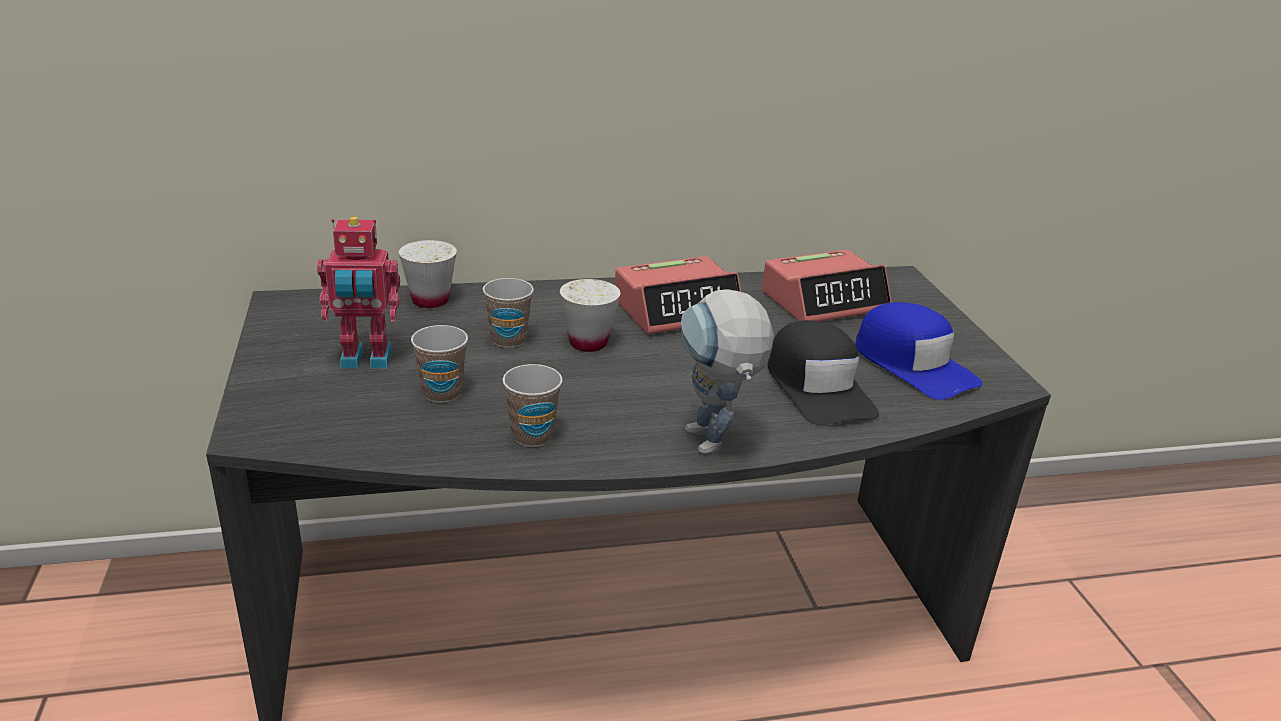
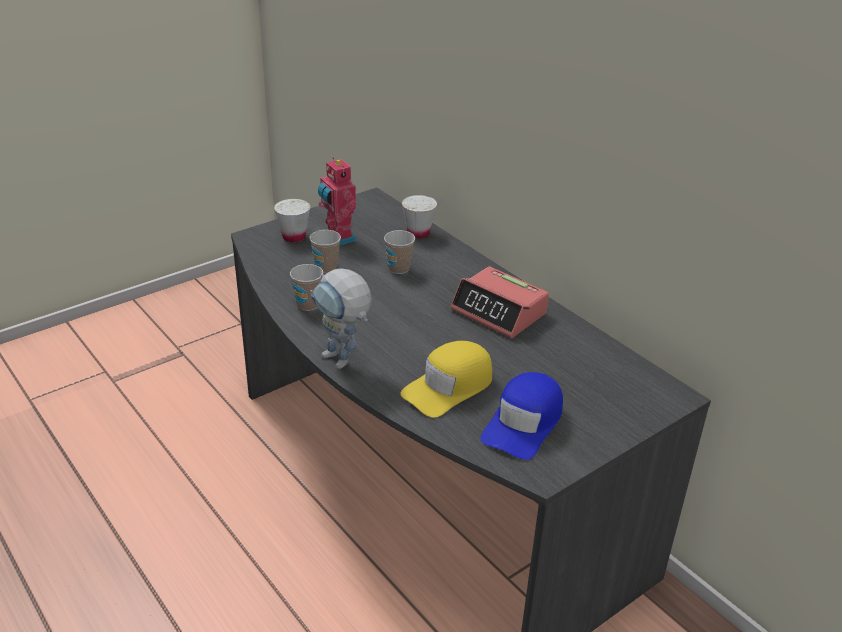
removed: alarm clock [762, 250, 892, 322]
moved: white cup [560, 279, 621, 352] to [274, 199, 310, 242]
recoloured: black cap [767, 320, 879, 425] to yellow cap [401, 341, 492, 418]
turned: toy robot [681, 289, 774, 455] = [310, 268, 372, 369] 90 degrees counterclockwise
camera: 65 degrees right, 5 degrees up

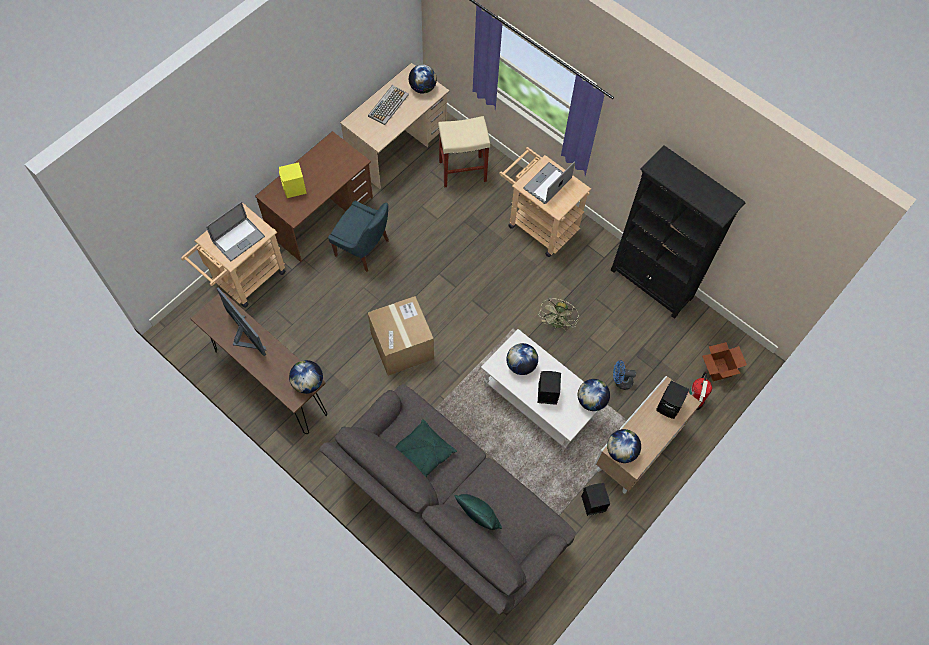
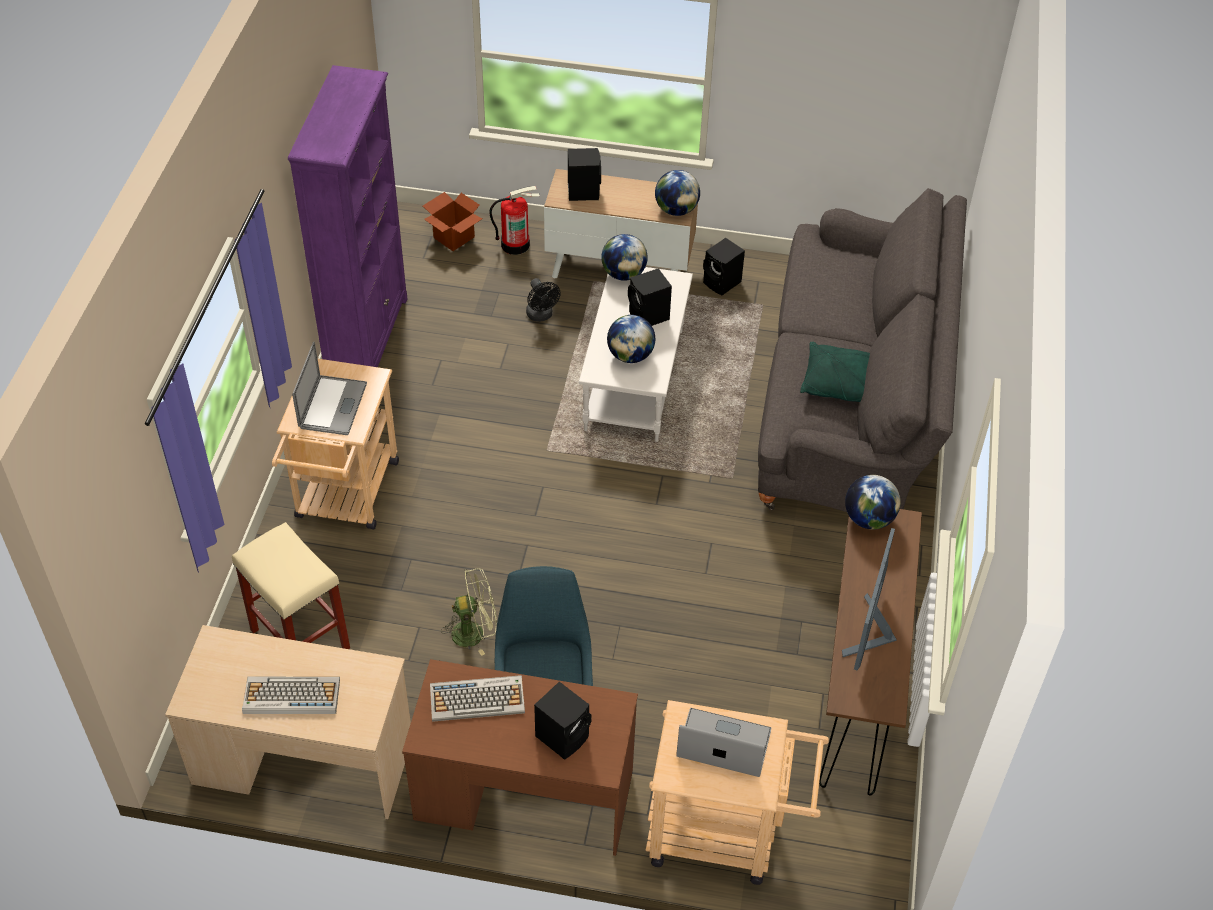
removed: globe [408, 64, 437, 93]; cardboard box [368, 296, 434, 376]; green pillow [454, 494, 502, 530]
added: keyboard [430, 675, 525, 722]
moved: green fan [539, 299, 579, 330] to [441, 568, 497, 656]
recoloured: black bookcase [611, 145, 746, 319] to purple bookcase [288, 65, 407, 367]; yellow speaker [279, 162, 307, 198] to black speaker [534, 682, 592, 760]; blue fan [613, 360, 636, 390] to black fan [526, 278, 561, 322]
turned: laptop [523, 161, 575, 204] = [292, 342, 367, 435] 90 degrees counterclockwise
camera: 120 degrees left, 15 degrees down

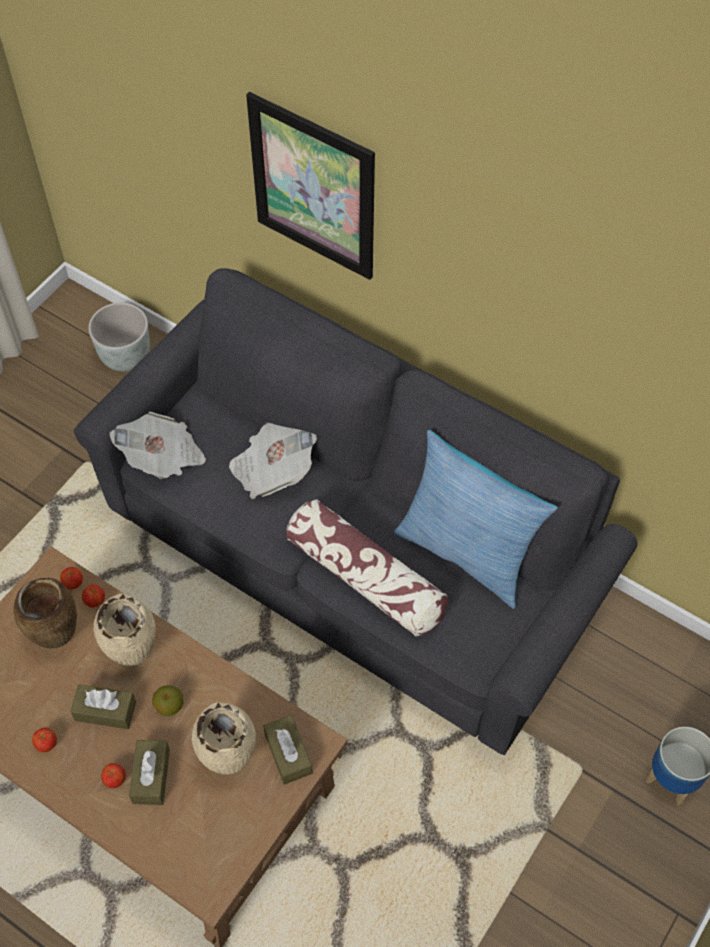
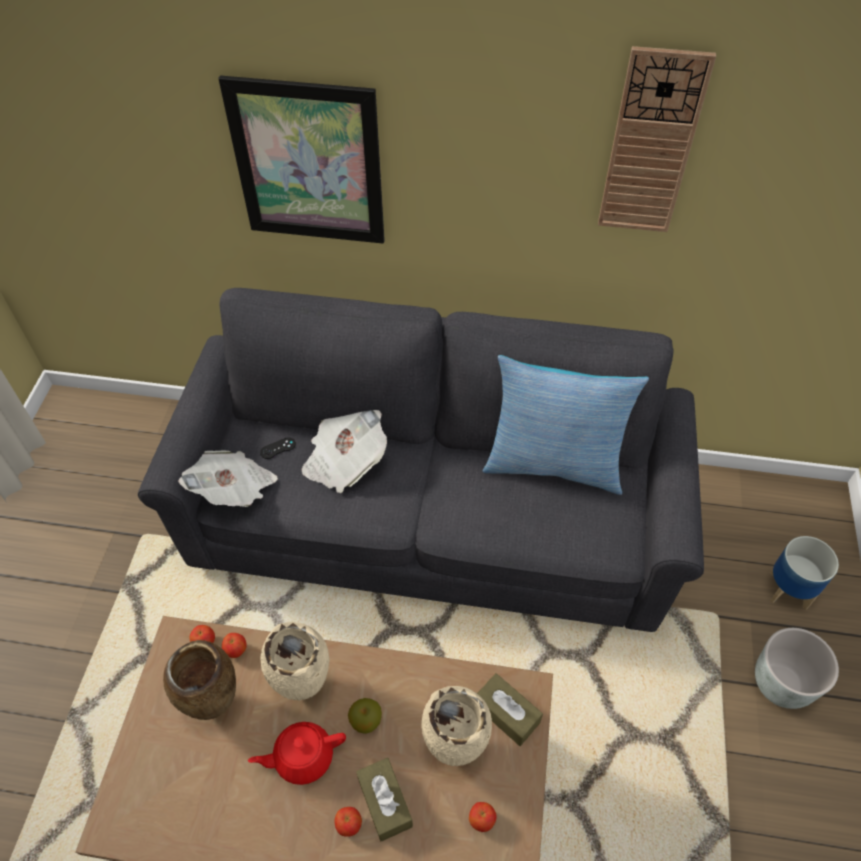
removed: pillow [286, 500, 448, 637]
added: wall clock [598, 46, 716, 232]; black game controller [260, 437, 296, 459]
moved: grey planter [88, 302, 150, 371] to [755, 628, 839, 709]; apple [32, 728, 57, 752] to [469, 802, 496, 832]
replaced: brown tissue box [70, 684, 136, 729] to red teapot [248, 722, 346, 785]
camera: 25 degrees left, 5 degrees down

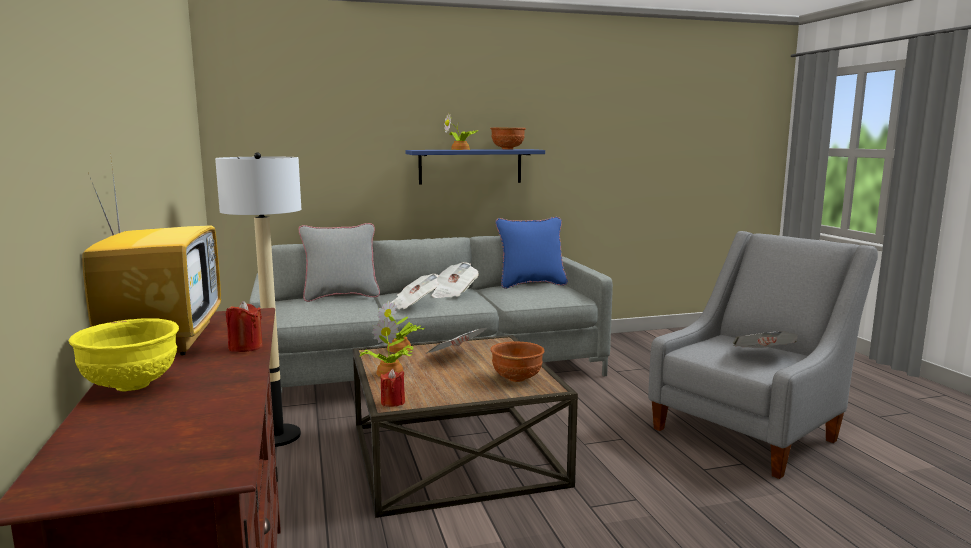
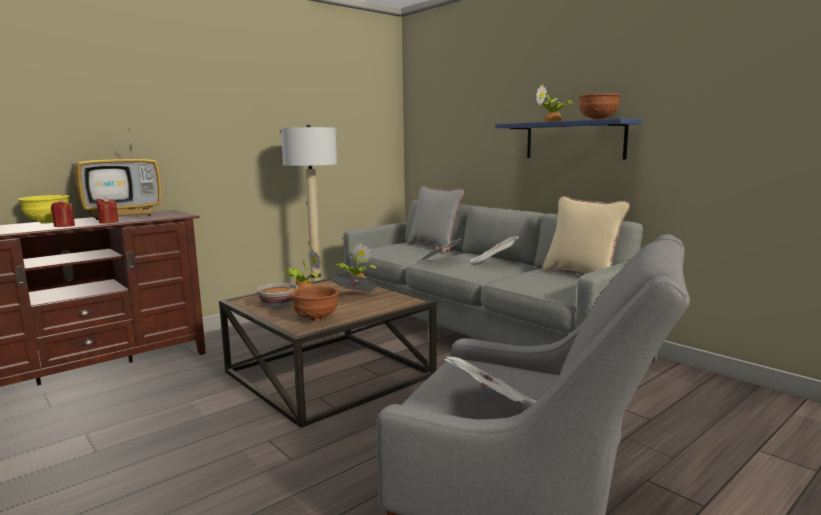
added: bowl [257, 283, 298, 307]
moved: red candle [380, 369, 405, 407] to [51, 199, 75, 227]
recoloured: blue pillow [496, 217, 568, 289] to beige pillow [542, 196, 630, 274]
camera: 65 degrees right, 0 degrees up

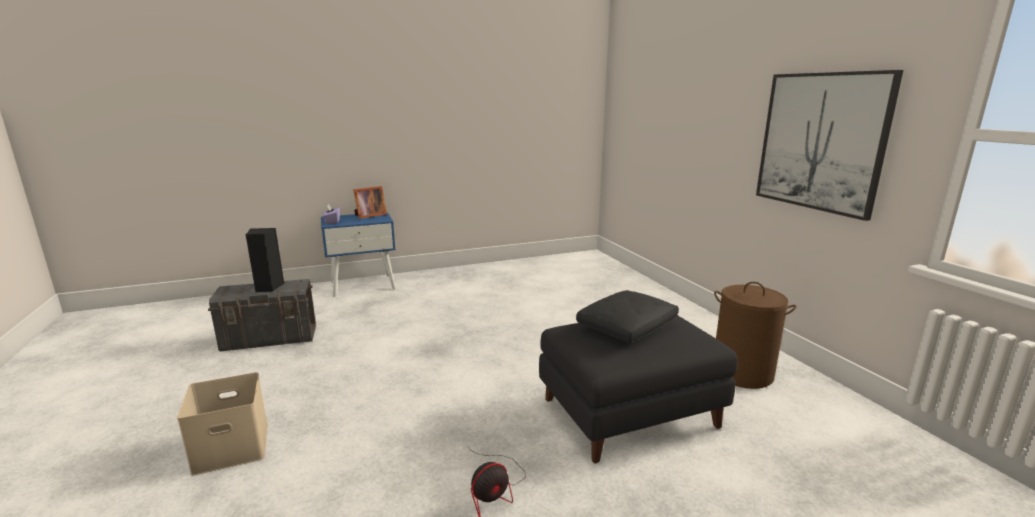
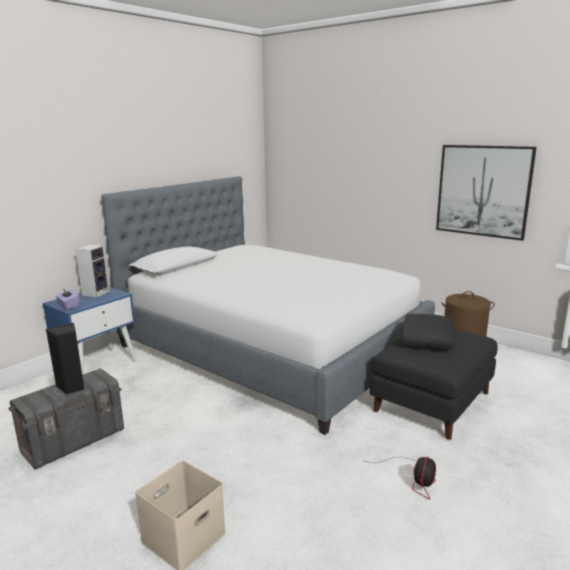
added: bed [101, 176, 435, 435]
replaced: picture frame [353, 186, 387, 219] to speaker [75, 244, 110, 297]
camera: 30 degrees left, 0 degrees up

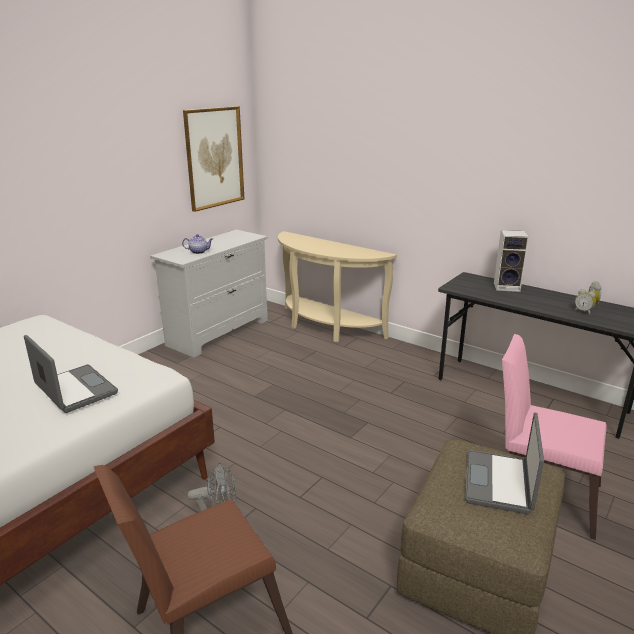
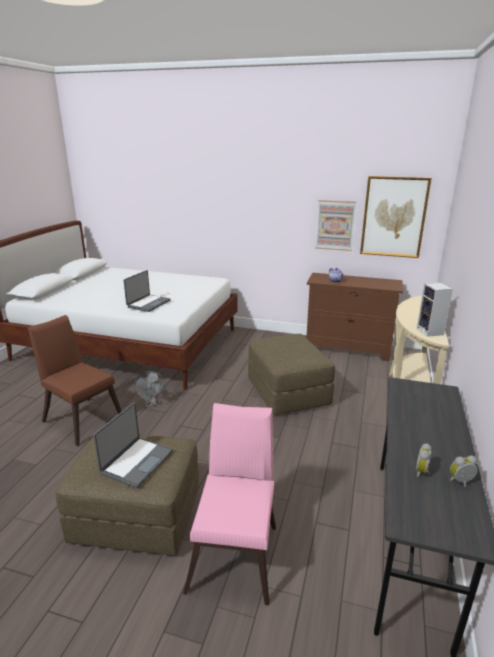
added: picture [315, 200, 356, 251]; brown ottoman [248, 334, 335, 415]
moved: speaker [494, 230, 529, 292] to [417, 283, 453, 337]
recoloured: white dresser [150, 230, 268, 358] to brown dresser [306, 273, 403, 361]
turned: laptop [465, 413, 544, 514] = [93, 403, 173, 489] 120 degrees clockwise
camera: 70 degrees right, 0 degrees up

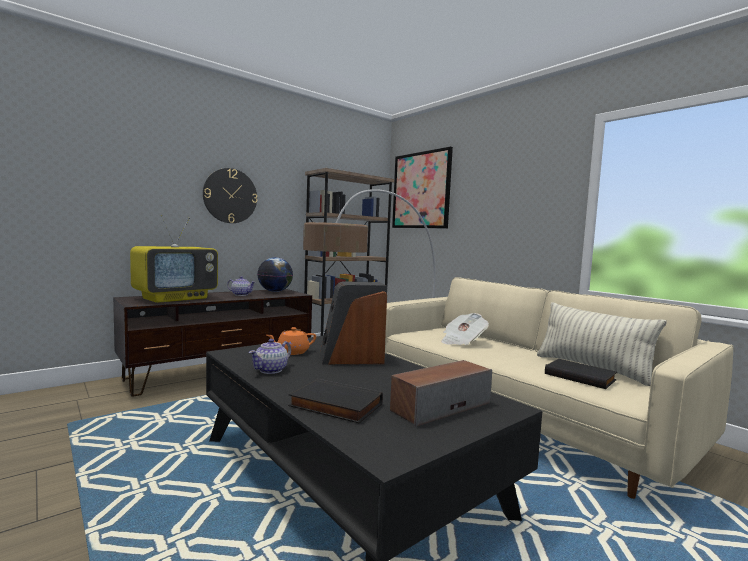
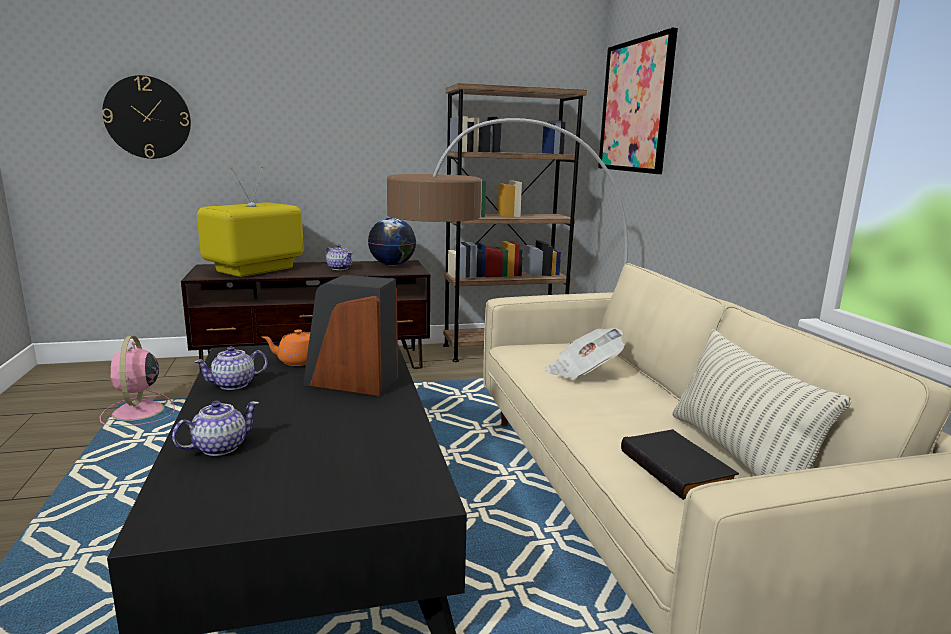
removed: speaker [390, 360, 492, 427]
added: pink fan [100, 335, 175, 426]
moved: wall clock [203, 168, 257, 223] to [102, 75, 191, 159]
replaced: black book [288, 379, 383, 423] to teapot [172, 401, 259, 456]
turned: television [130, 215, 218, 303] = [197, 166, 304, 277] 150 degrees clockwise
camera: 25 degrees right, 10 degrees up

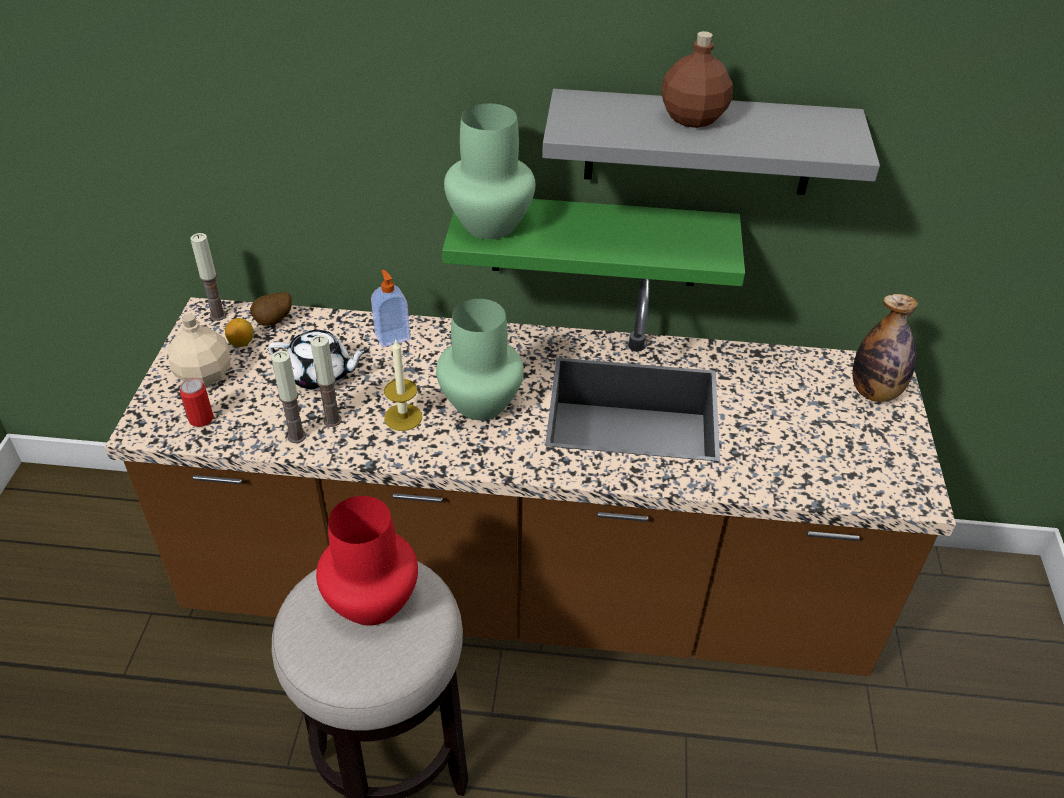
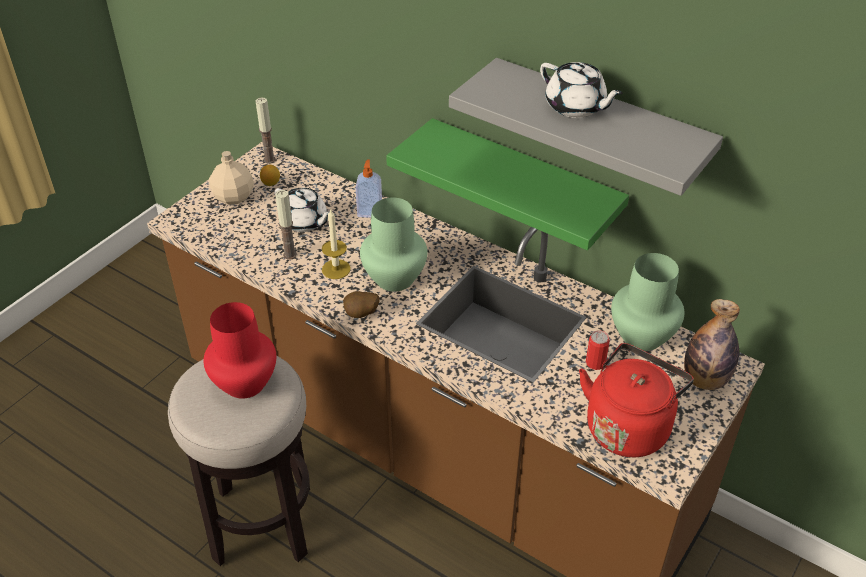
removed: candle [271, 351, 306, 443]
added: red kettle [579, 343, 694, 457]
moved: green vase [444, 103, 535, 239] to [611, 253, 684, 351]; potato [250, 292, 292, 326] to [343, 291, 380, 318]; can [180, 378, 213, 427] to [586, 330, 610, 370]
replaced: brown bottle [661, 31, 733, 128] to white teapot [540, 62, 623, 118]
camera: 30 degrees right, 0 degrees up

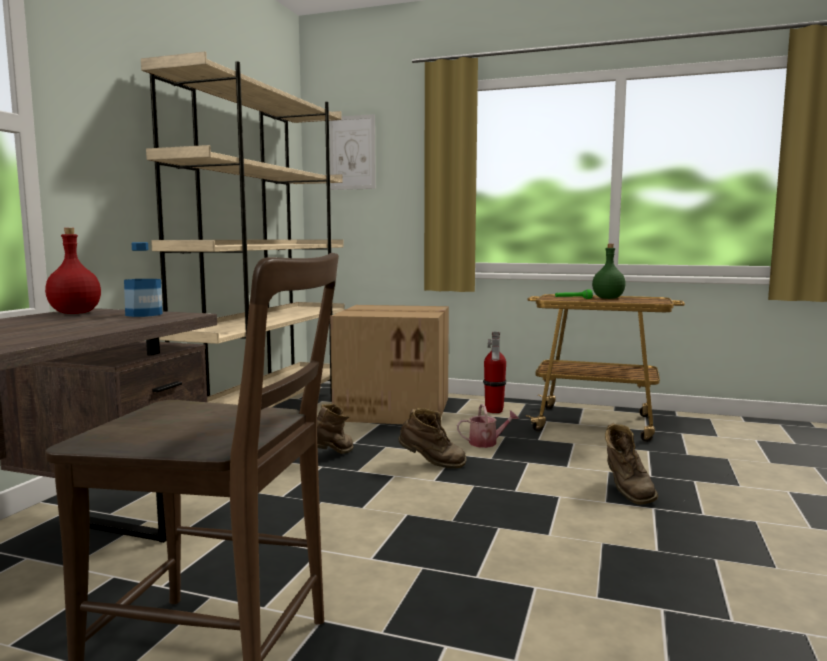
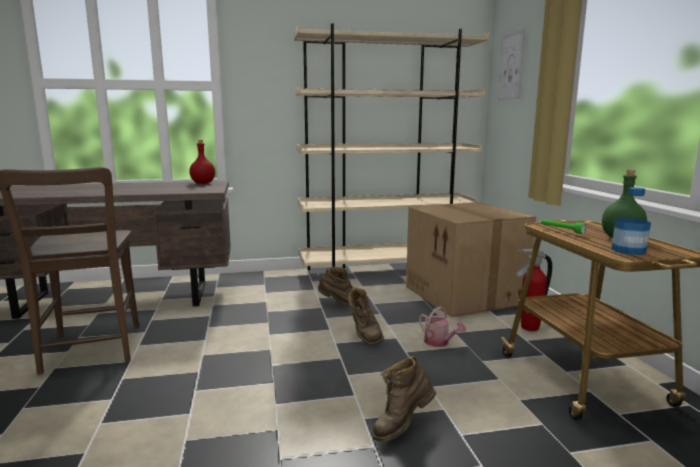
moved: bottle [124, 242, 163, 317] to [611, 187, 651, 255]
camera: 60 degrees right, 5 degrees up

